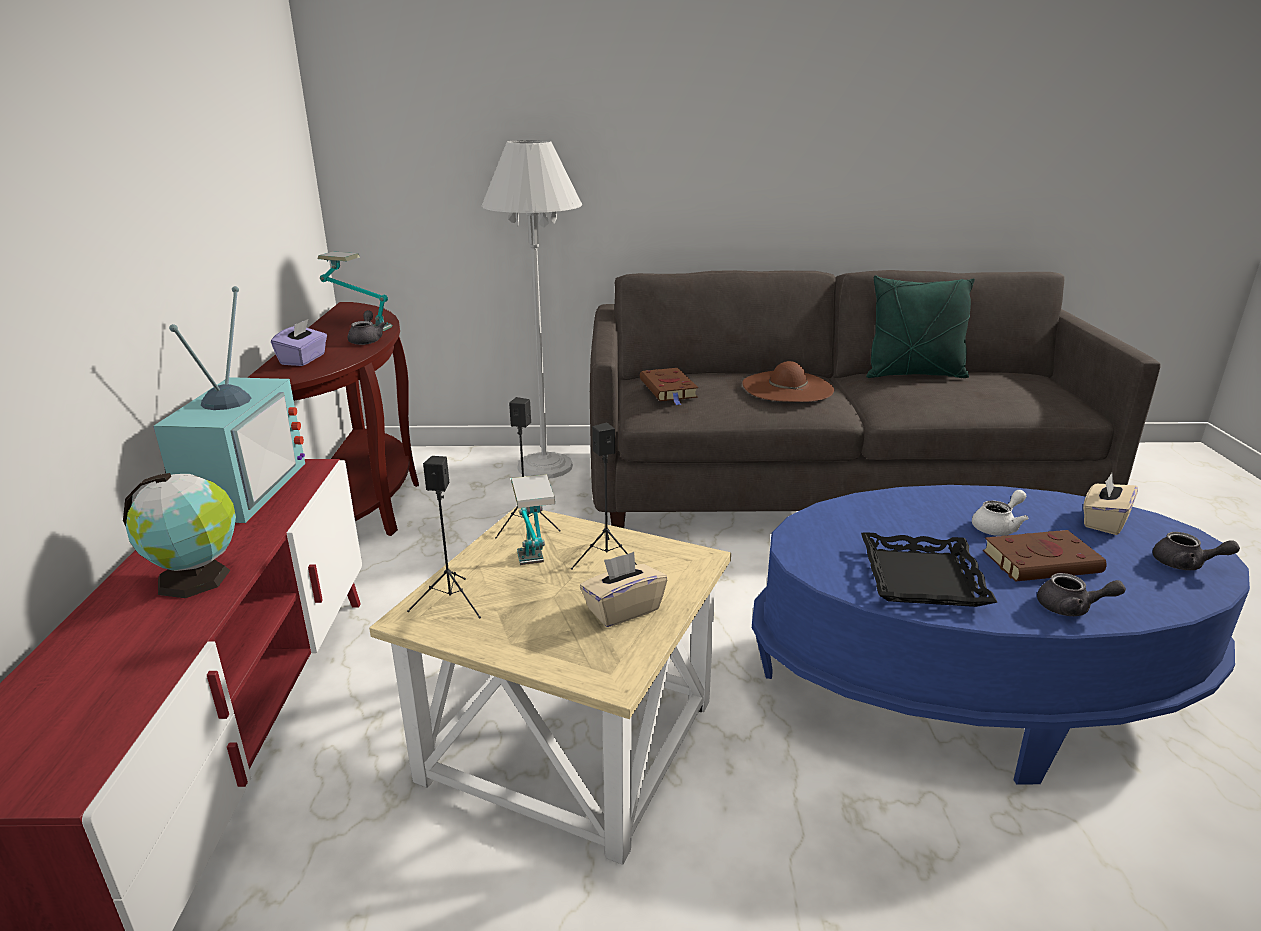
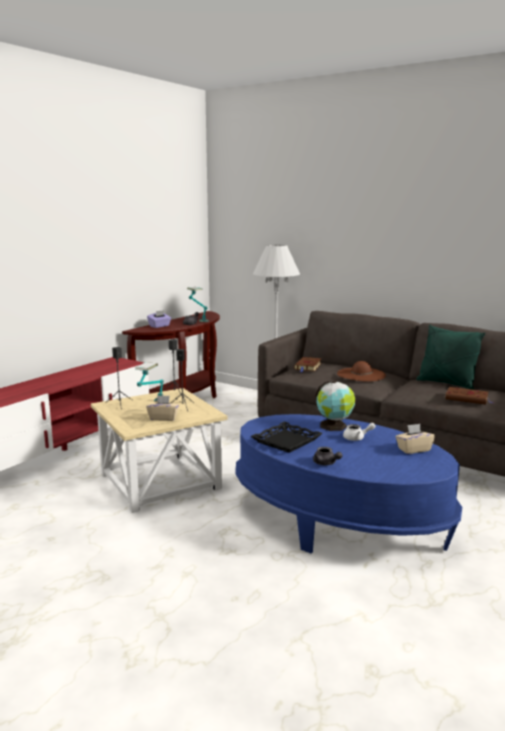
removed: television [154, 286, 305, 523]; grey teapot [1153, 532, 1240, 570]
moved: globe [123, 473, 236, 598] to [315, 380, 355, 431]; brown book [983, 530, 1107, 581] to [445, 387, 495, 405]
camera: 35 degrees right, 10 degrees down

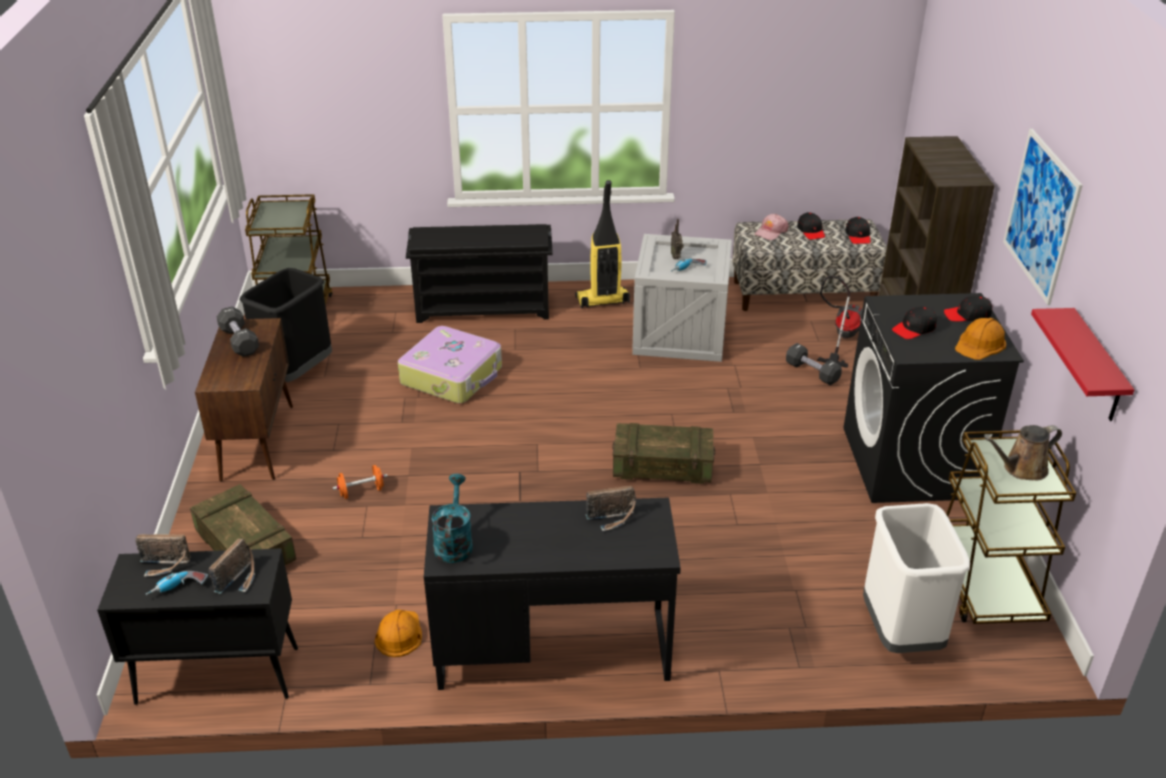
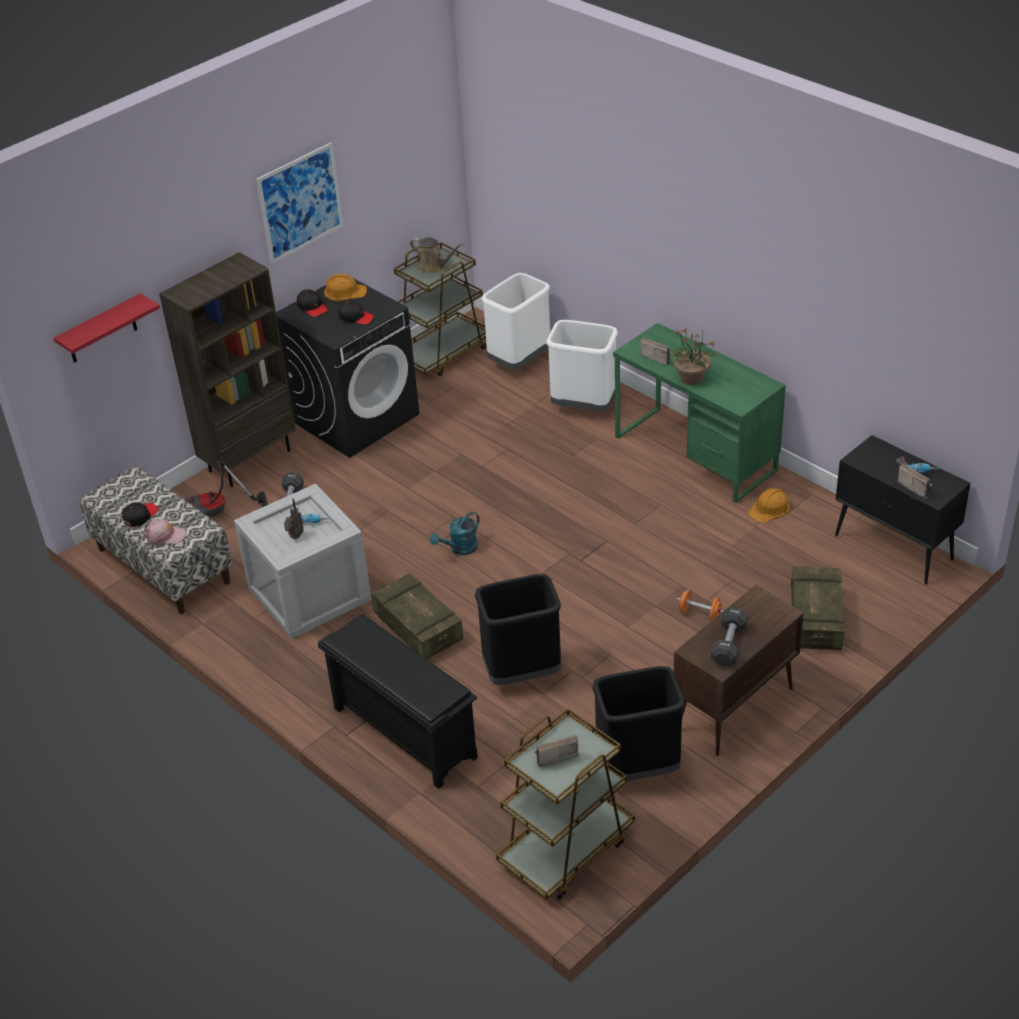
removed: vacuum cleaner [575, 180, 630, 308]; black cap [845, 217, 871, 244]
added: white trash can [546, 320, 618, 411]; potted plant [669, 328, 717, 385]
moved: red shelf [1031, 308, 1135, 421] to [54, 293, 160, 363]; crate [612, 423, 715, 484] to [371, 573, 463, 659]; turquoise watering can [432, 474, 473, 563] to [430, 512, 479, 555]; radio [209, 538, 255, 594] to [535, 735, 579, 767]
replaced: suitcase [398, 326, 502, 403] to black trash can [475, 574, 561, 685]
recoloured: black desk [424, 497, 681, 690] to green desk [613, 323, 786, 503]
camera: 130 degrees left, 5 degrees up

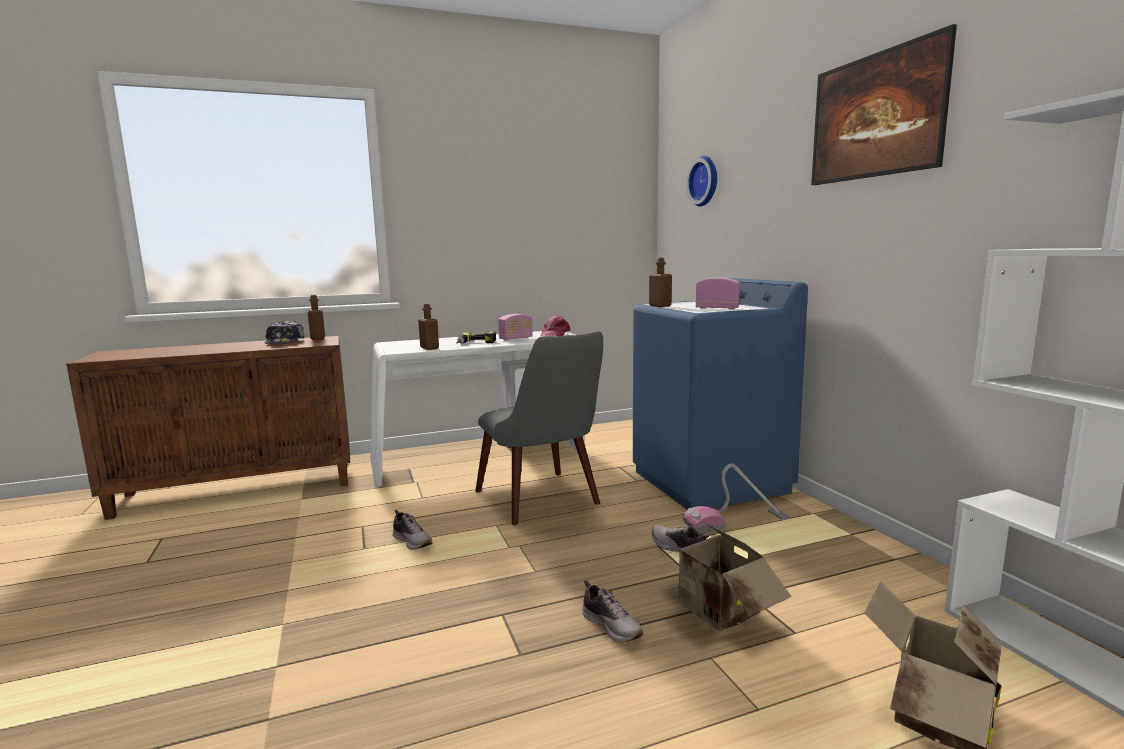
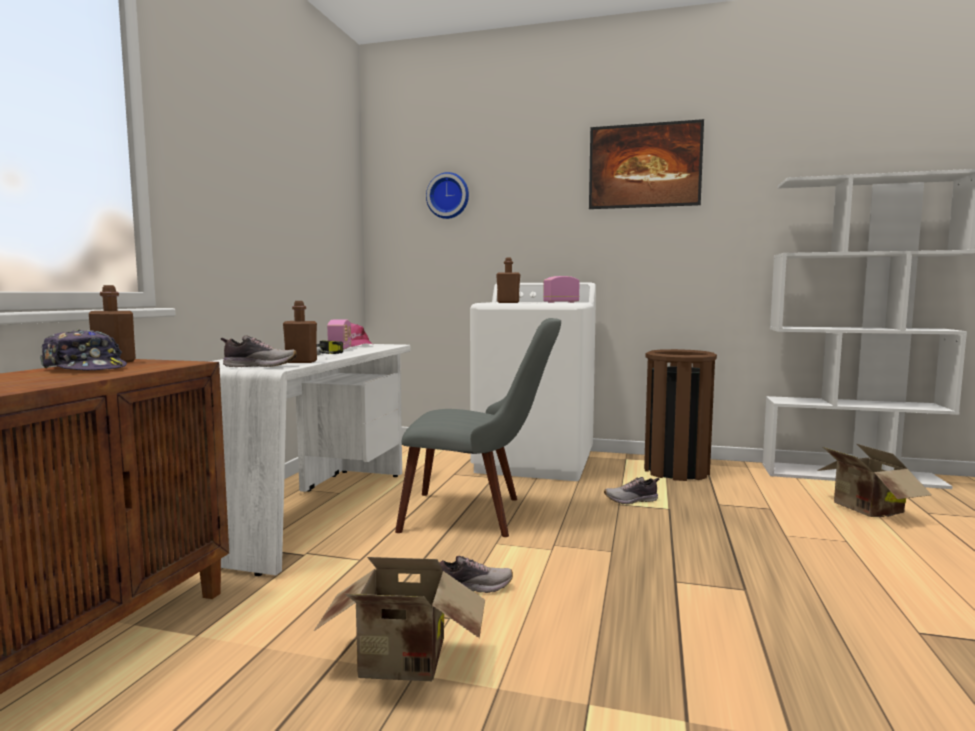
removed: vacuum cleaner [683, 463, 790, 535]
added: brown trash can [644, 349, 717, 481]
moved: cardboard box [659, 522, 792, 631] to [314, 557, 485, 681]; shoe [582, 580, 643, 642] to [221, 335, 297, 367]
recoloured: blue washing machine [633, 278, 808, 510] to white washing machine [470, 283, 596, 481]
camera: 55 degrees left, 5 degrees down

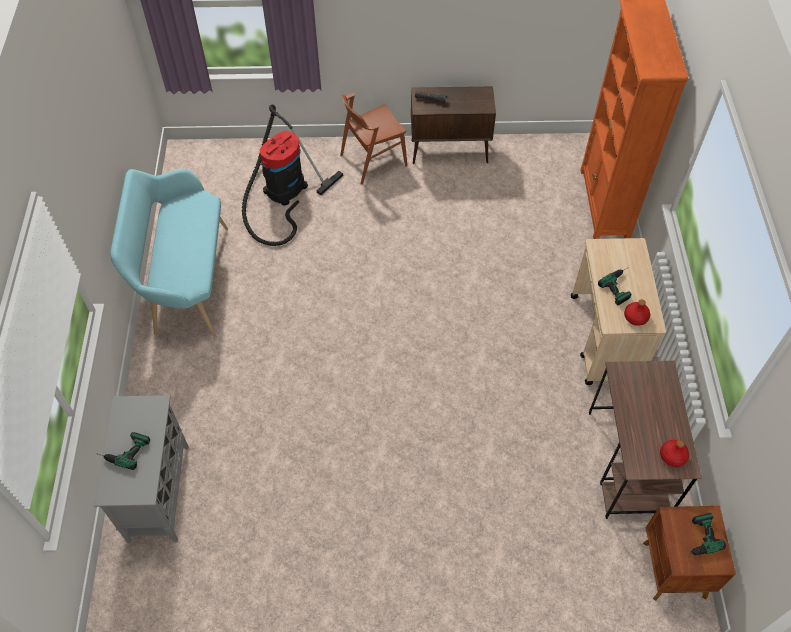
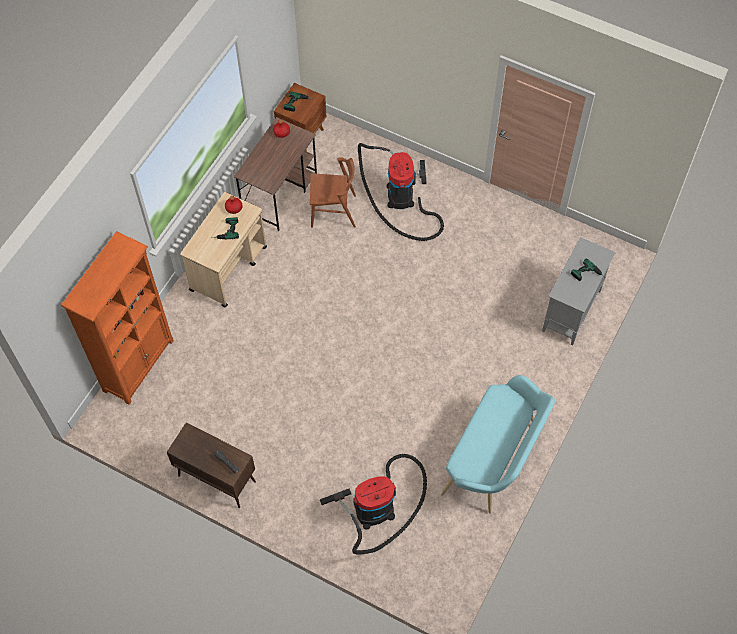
added: vacuum cleaner [358, 143, 444, 241]
moved: brown chair [340, 93, 407, 185] to [310, 158, 356, 228]
camera: 150 degrees left, 5 degrees up

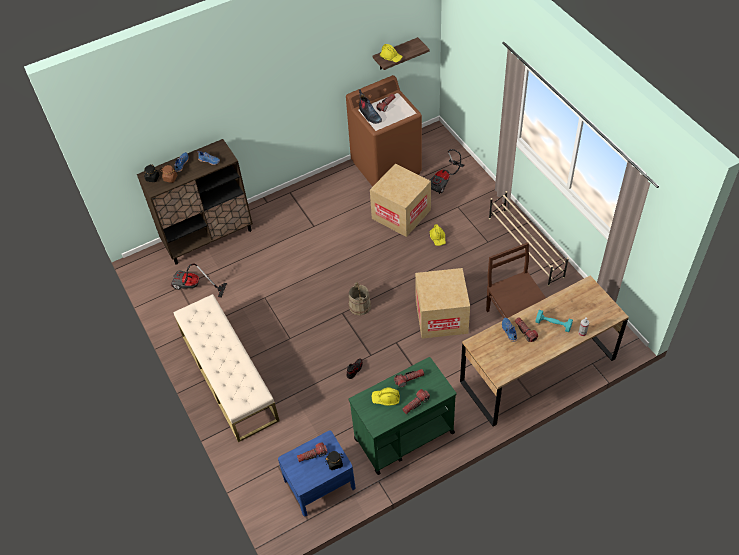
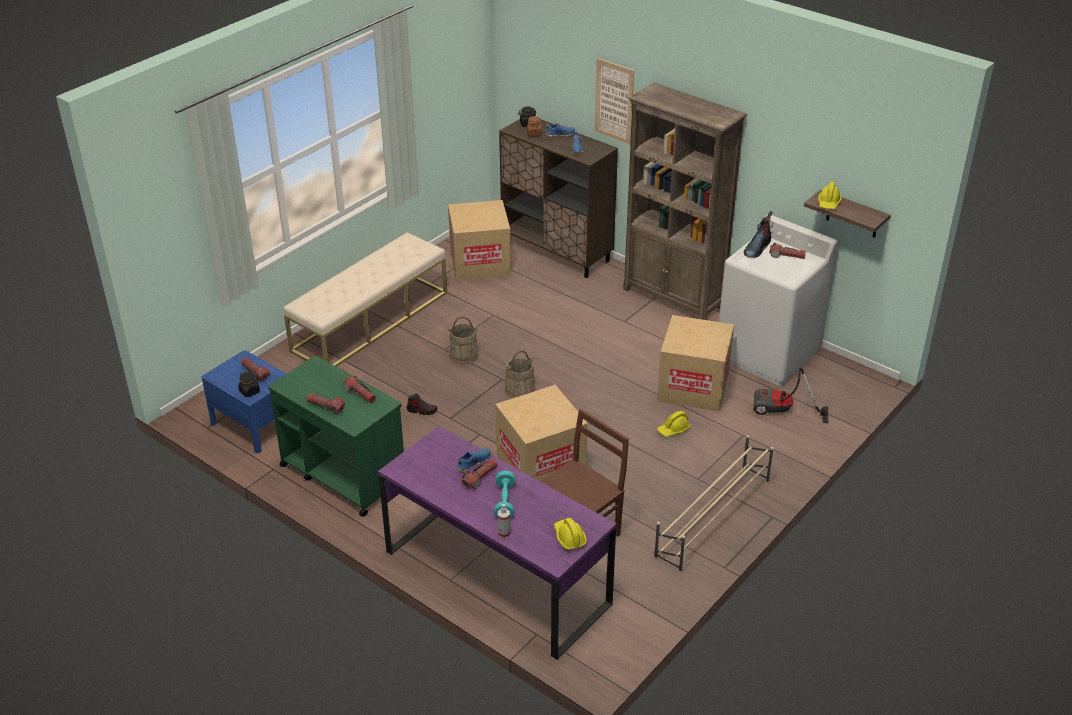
added: picture [595, 58, 634, 144]; brown bookcase [623, 82, 747, 320]; beige bucket [447, 316, 478, 364]
moved: yellow hard hat [371, 387, 400, 406] to [554, 518, 587, 550]
replaced: vacuum cleaner [171, 263, 227, 298] to cardboard box [448, 200, 511, 281]
recoloured: brown washing machine [346, 75, 422, 187] to white washing machine [719, 215, 838, 386]; brown desk [460, 275, 629, 427] to purple desk [378, 426, 616, 660]
camera: 65 degrees right, 15 degrees down

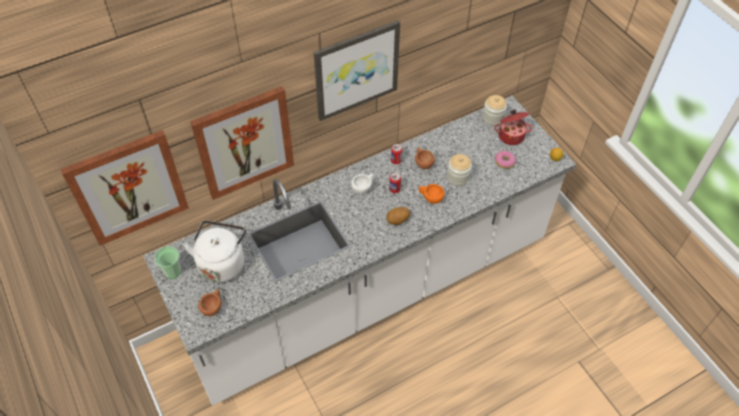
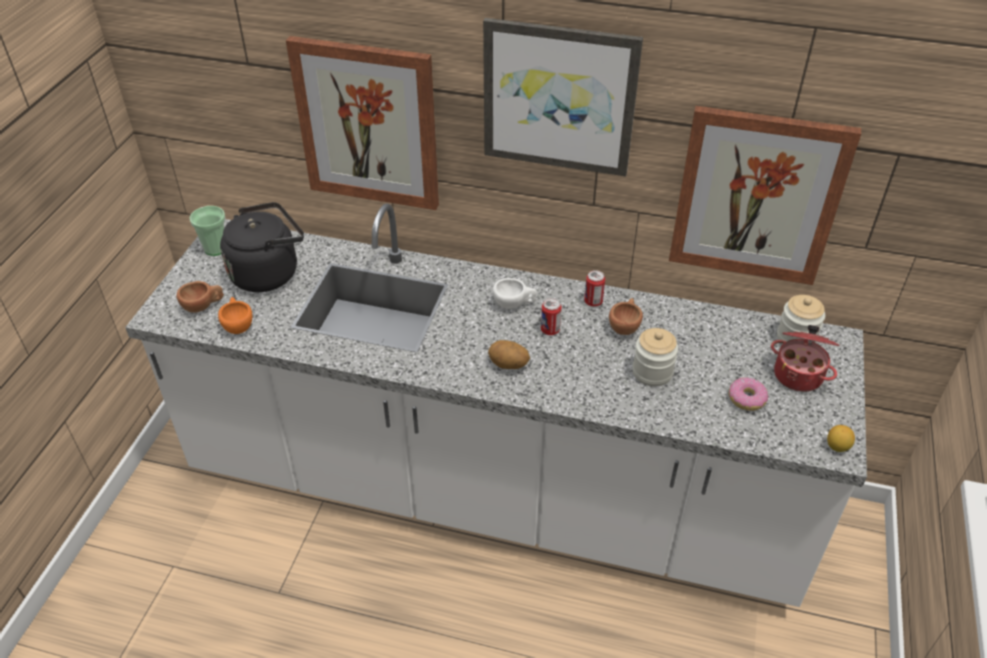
moved: picture [60, 130, 189, 246] to [669, 106, 861, 285]; orange cup [419, 184, 445, 204] to [218, 297, 252, 334]
recoloured: white kettle [183, 220, 246, 283] to black kettle [220, 202, 304, 292]
camera: 45 degrees right, 10 degrees down

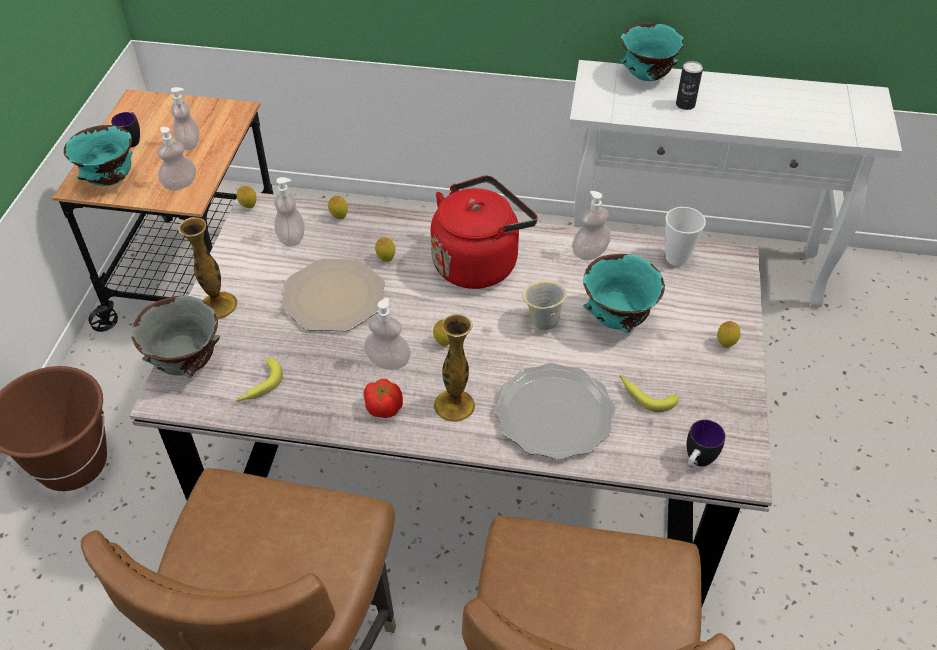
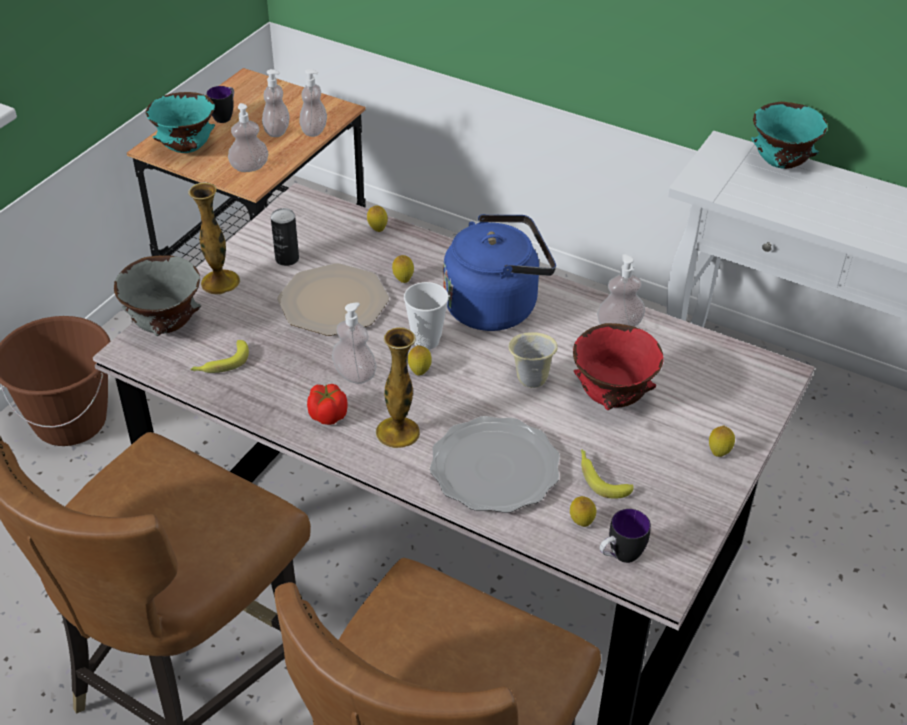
moved: can [676, 61, 703, 110] to [271, 208, 299, 266]; soap dispenser [275, 177, 305, 247] to [299, 69, 327, 137]; lemon [237, 186, 257, 208] to [570, 496, 596, 527]; cup [665, 207, 706, 266] to [404, 282, 449, 350]
recoloured: red kettle [431, 175, 538, 289] to blue kettle [443, 214, 556, 331]; turquoise bowl [583, 254, 665, 334] to red bowl [573, 323, 664, 410]
camera: 20 degrees right, 5 degrees down

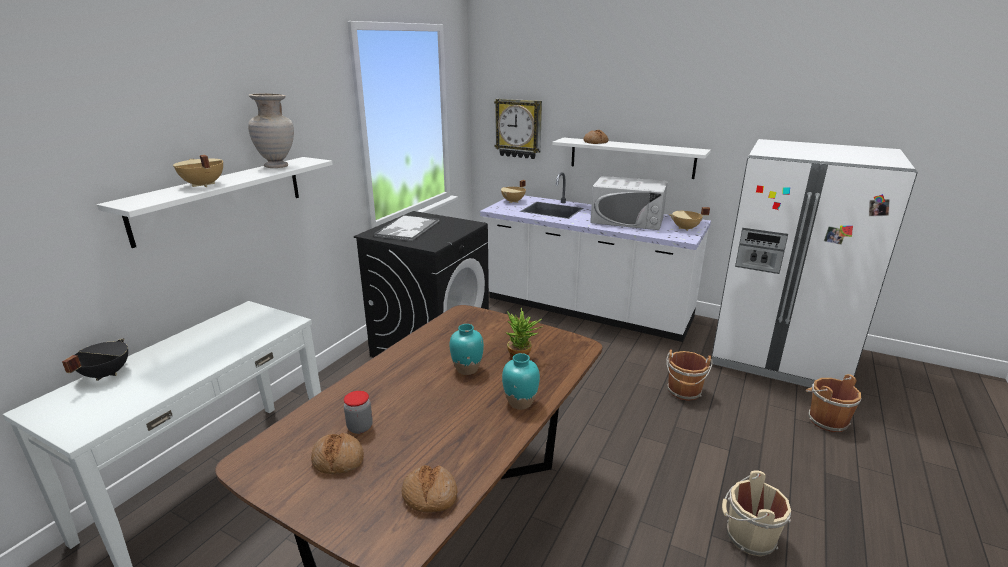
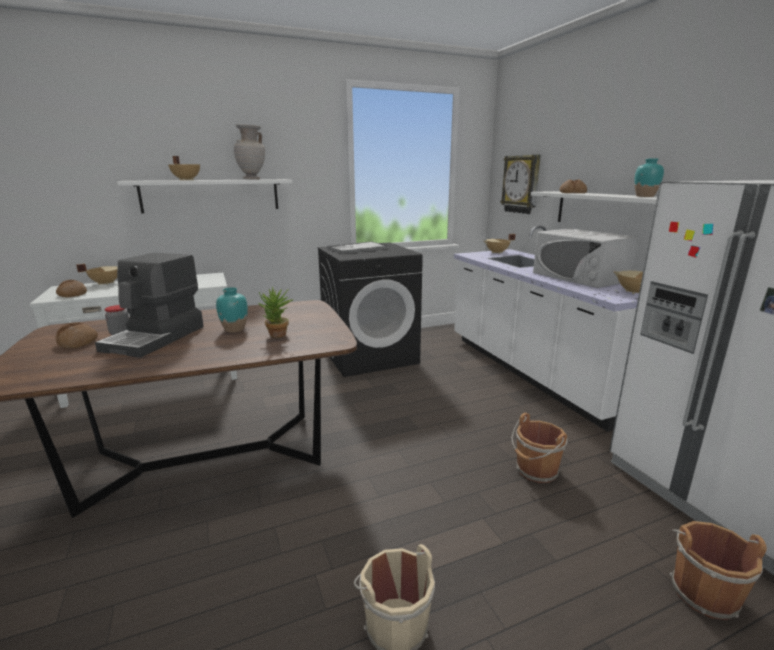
added: coffee machine [95, 253, 204, 358]
moved: turquoise vase [502, 353, 540, 410] to [634, 159, 664, 197]; bread [402, 465, 458, 513] to [56, 280, 87, 297]
recoloured: black cooking pot [62, 338, 128, 381] to beige cooking pot [76, 264, 118, 285]
camera: 40 degrees right, 5 degrees down

